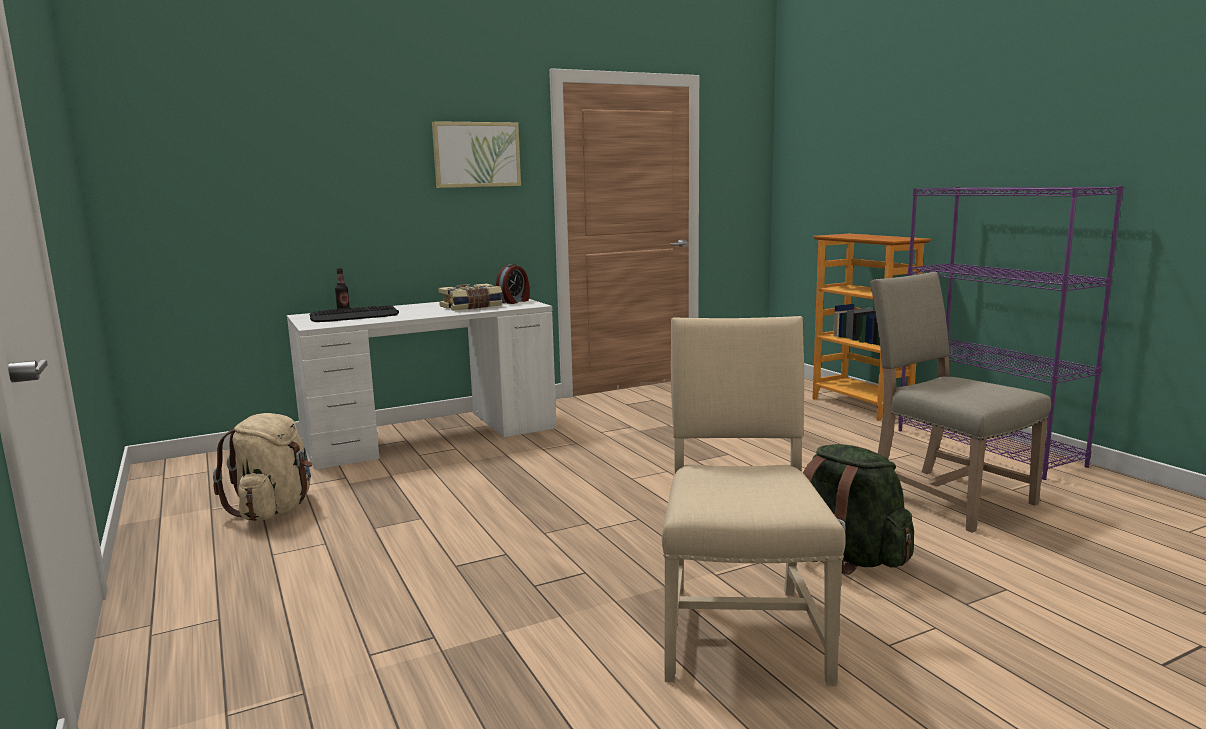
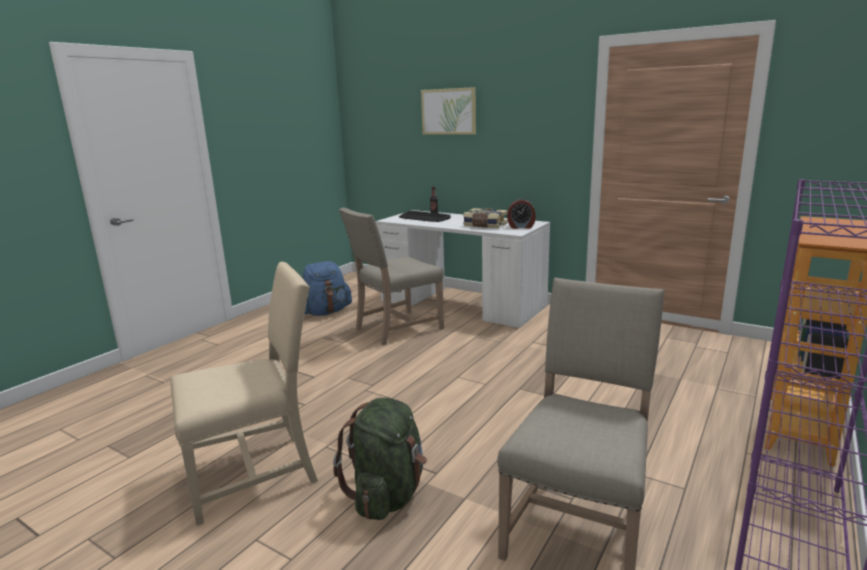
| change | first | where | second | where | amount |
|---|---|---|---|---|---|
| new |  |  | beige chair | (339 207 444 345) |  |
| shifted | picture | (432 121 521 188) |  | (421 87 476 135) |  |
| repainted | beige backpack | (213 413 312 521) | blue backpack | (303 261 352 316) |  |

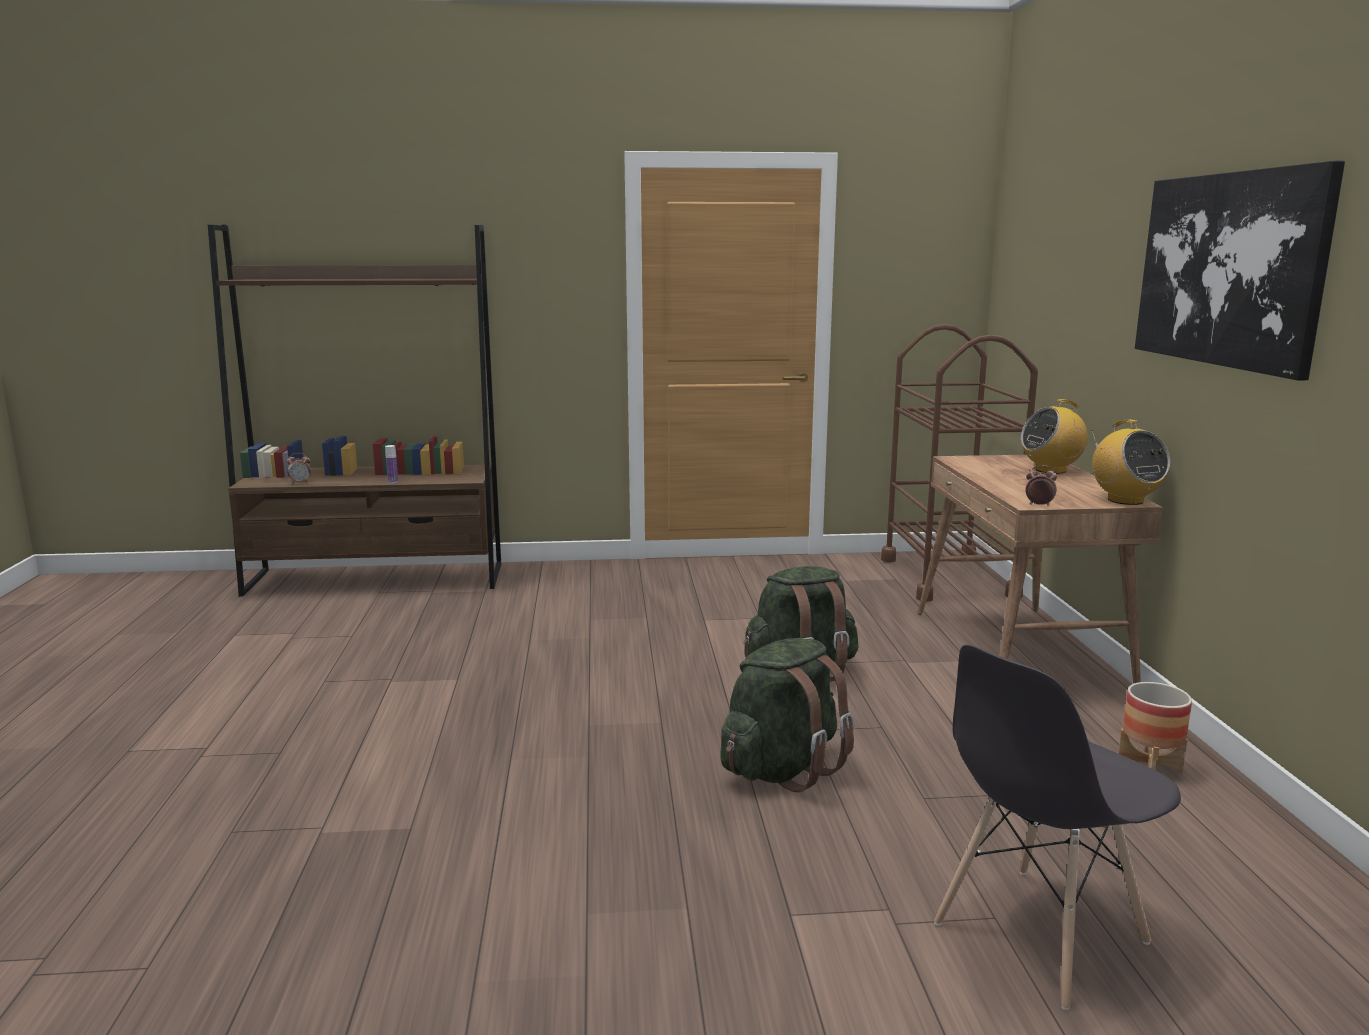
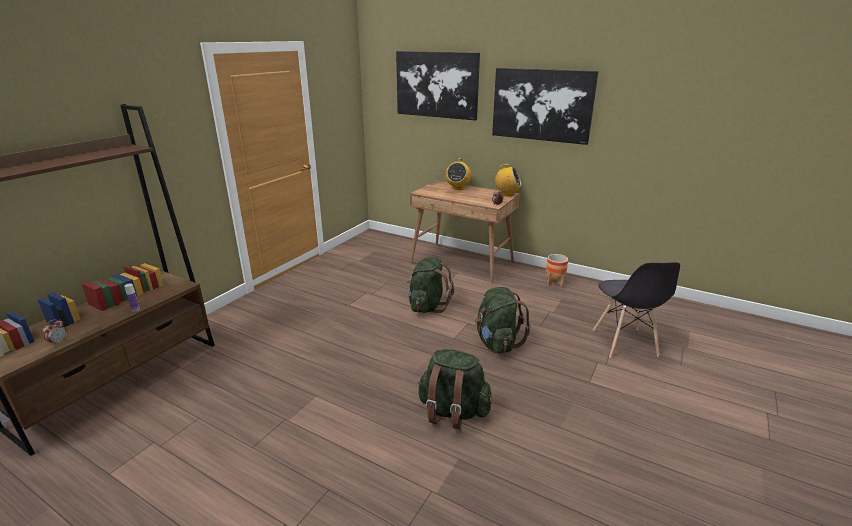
| change | first | where | second | where | amount |
|---|---|---|---|---|---|
| gone | brown cart | (881 324 1038 602) |  |  |  |
| new |  |  | picture | (396 51 480 120) |  |
| new |  |  | green backpack | (418 349 492 429) |  |

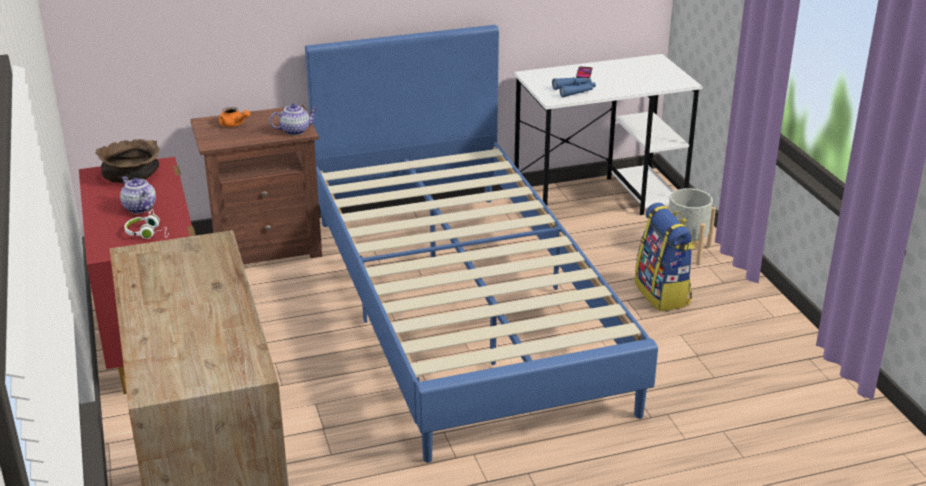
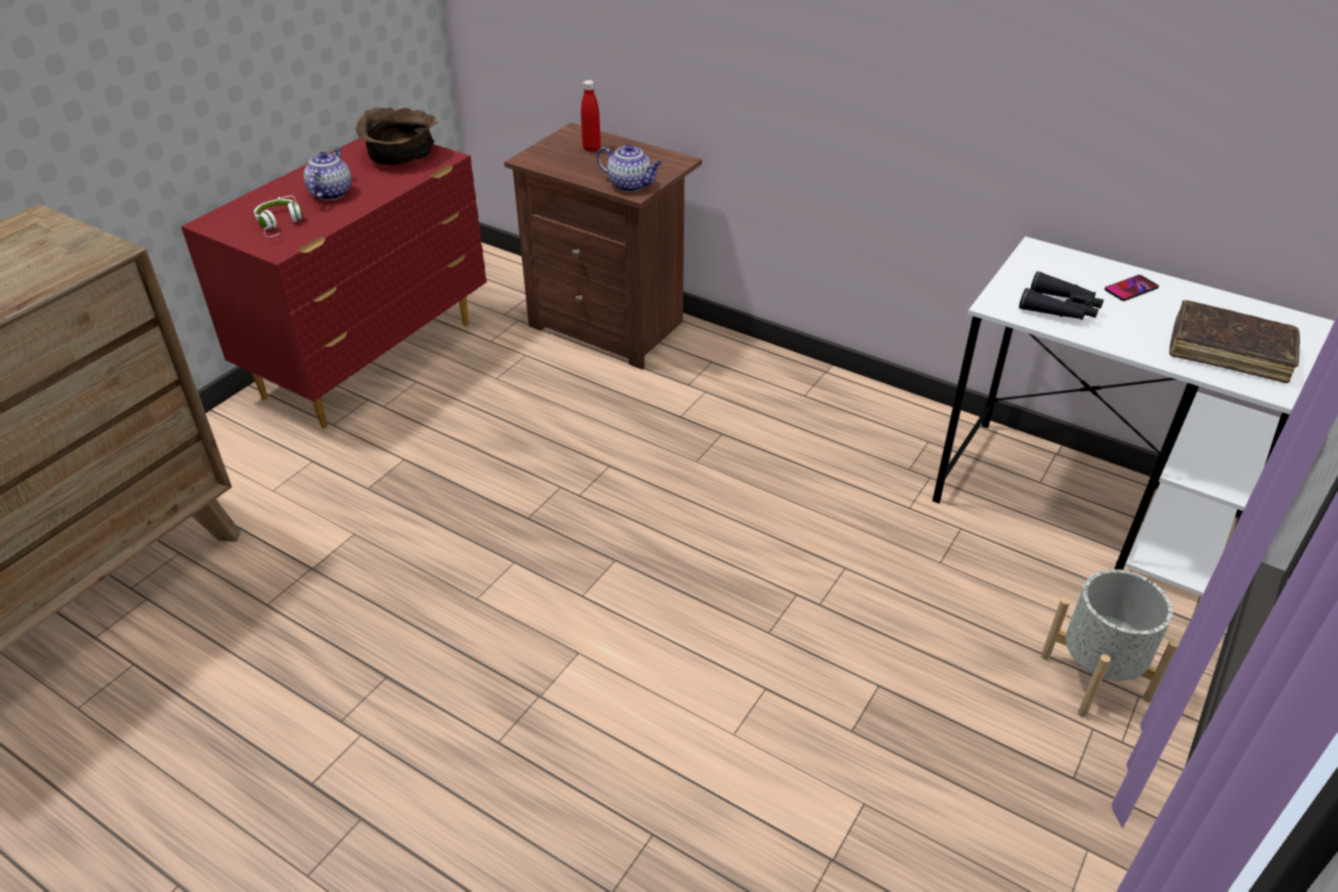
| change | first | where | second | where | amount |
|---|---|---|---|---|---|
| gone | blue bed | (305 25 658 463) |  |  |  |
| gone | backpack | (635 203 695 311) |  |  |  |
| new |  |  | brown book | (1169 300 1300 383) |  |
| swapped | orange teapot | (219 107 250 127) | red bottle | (581 80 601 152) |  |
| repainted | blue binoculars | (552 77 596 97) | black binoculars | (1019 271 1104 320) |  |

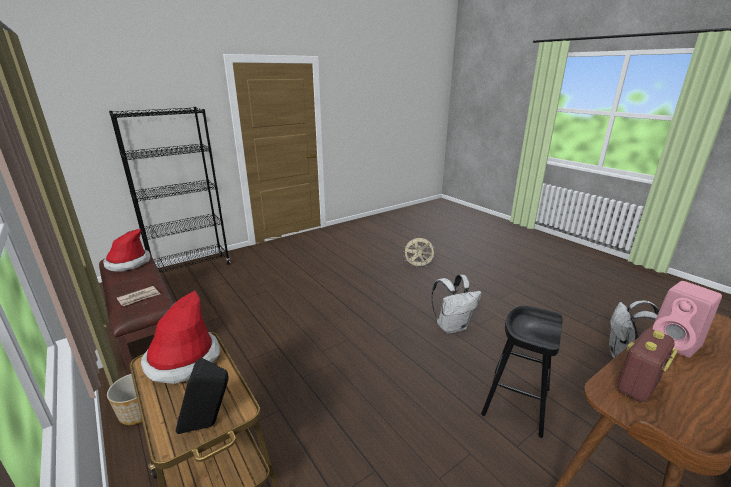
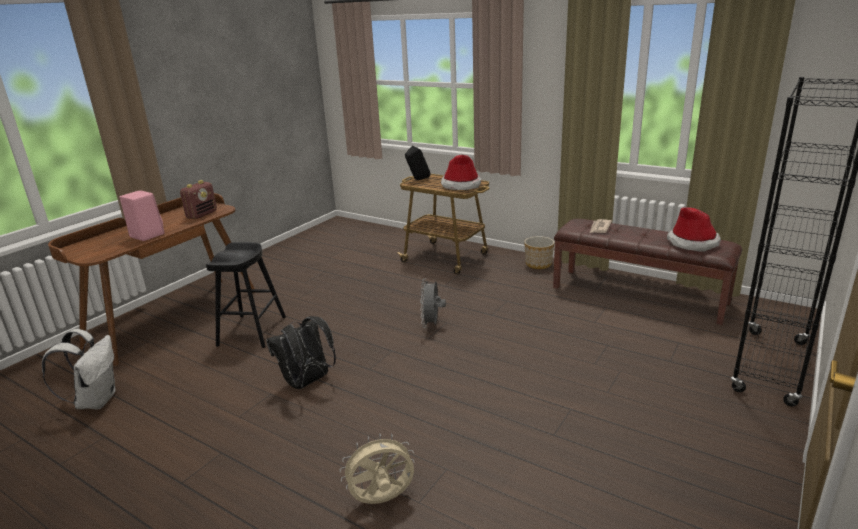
| change | first | where | second | where | amount |
|---|---|---|---|---|---|
| new |  |  | grey fan | (420 278 446 328) |  |
| repainted | white backpack | (431 275 481 334) | black backpack | (266 316 336 389) |  |

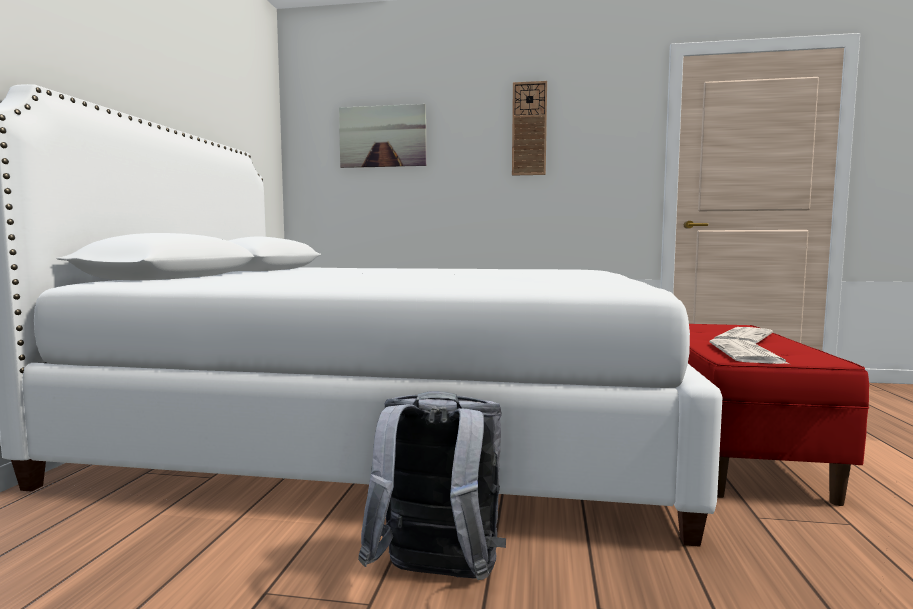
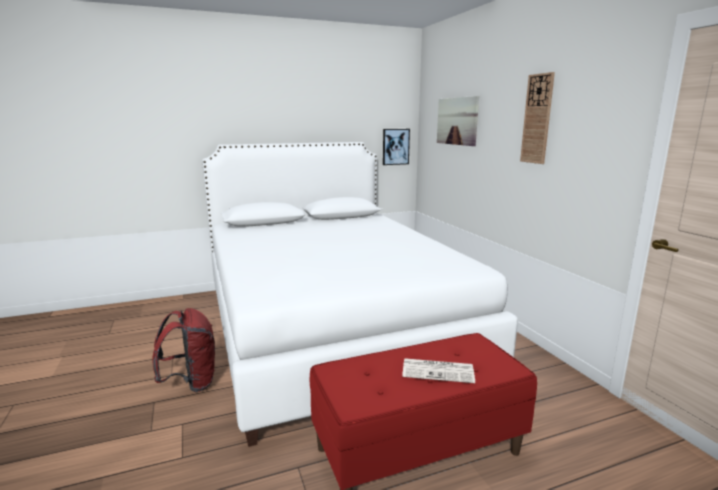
| change | first | where | second | where | amount |
|---|---|---|---|---|---|
| gone | newspaper | (710 339 789 364) |  |  |  |
| new |  |  | picture | (383 129 410 165) |  |
| repainted | grey backpack | (358 391 506 580) | red backpack | (152 308 216 392) |  |

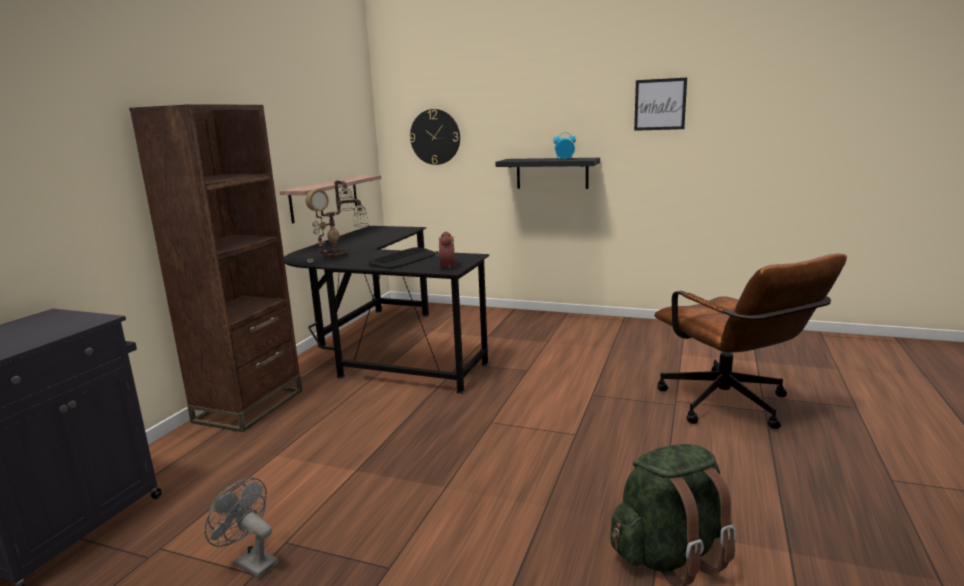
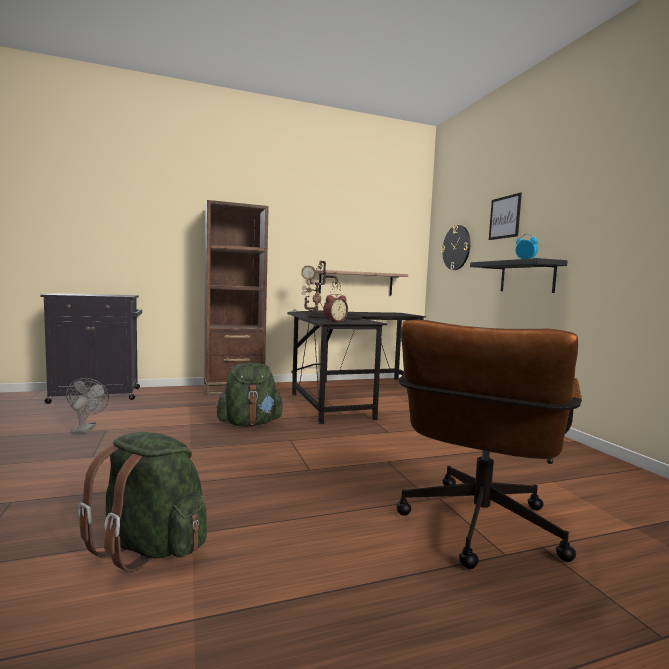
| change | first | where | second | where | amount |
|---|---|---|---|---|---|
| new |  |  | green backpack | (217 363 284 427) |  |
| shifted | picture | (634 78 687 131) |  | (489 193 522 240) |  |

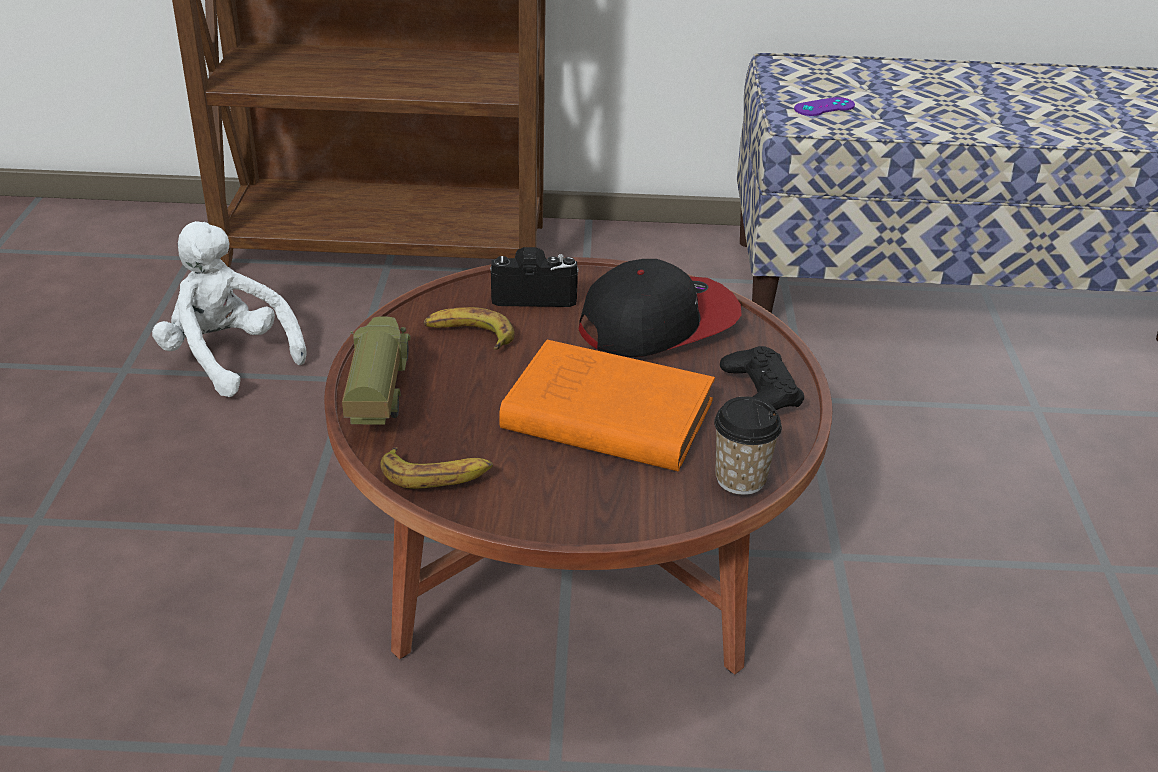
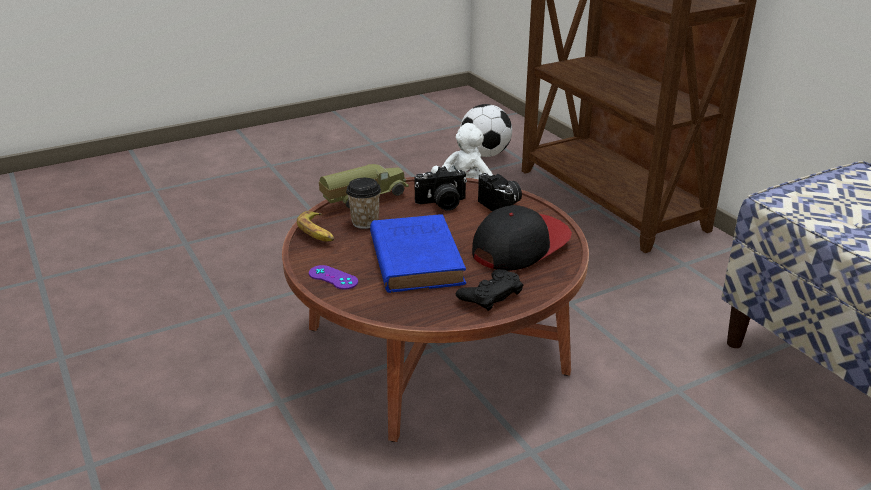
| change | first | where | second | where | amount |
|---|---|---|---|---|---|
| new |  |  | football | (460 104 512 157) |  |
| shifted | cup | (714 396 782 495) |  | (346 178 381 229) |  |
| shifted | purple game controller | (794 97 855 116) |  | (309 265 358 290) |  |
| swapped | banana | (424 307 515 350) | photo camera | (414 166 467 211) |  |
| repainted | orange book | (499 340 715 472) | blue book | (370 214 466 293) |  |
| rotated | cap | (579 259 741 357) |  | (472 205 572 271) | 75 degrees counterclockwise |

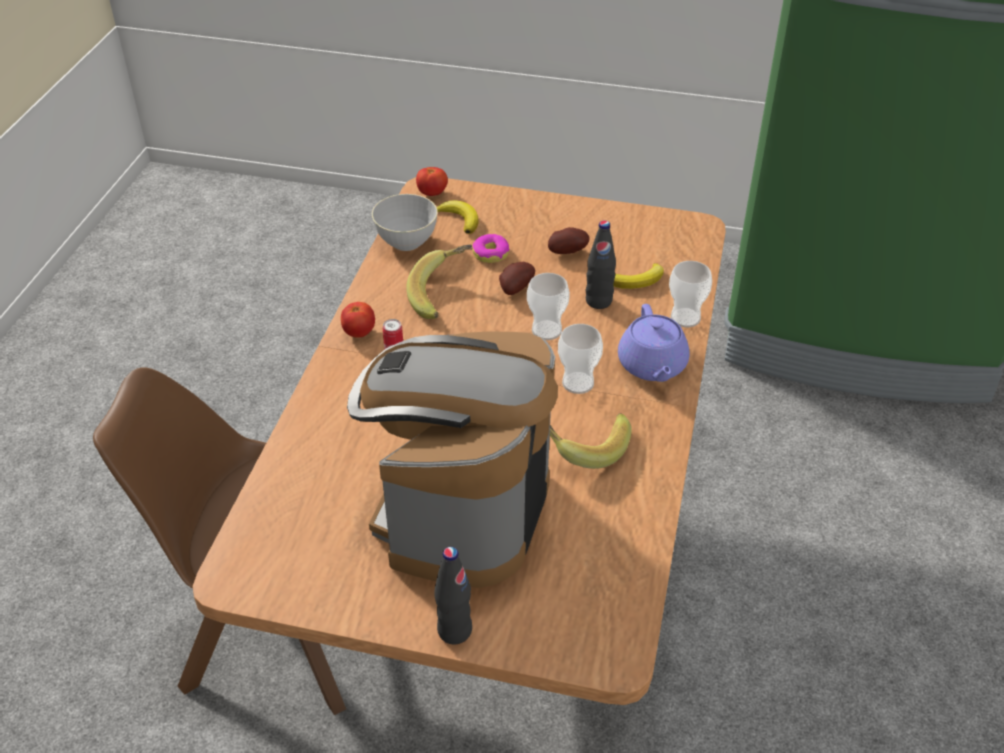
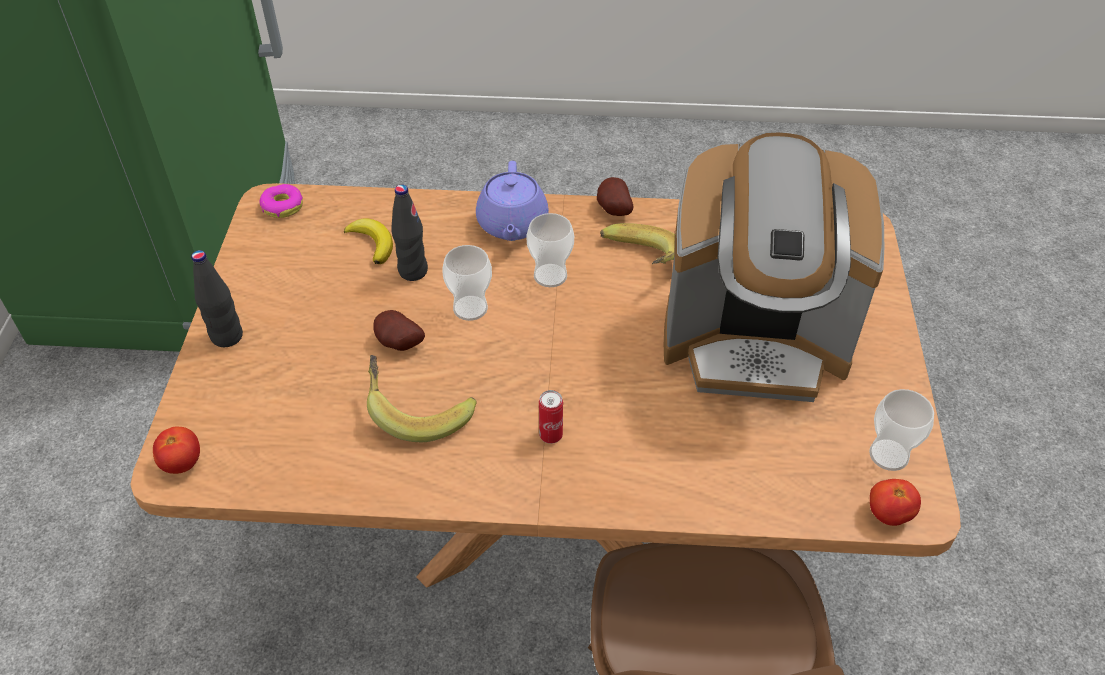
| change | first | where | second | where | amount |
|---|---|---|---|---|---|
| gone | grey bowl | (372 194 438 251) |  |  |  |
| gone | banana | (437 200 479 234) |  |  |  |
| shifted | tomato | (341 302 375 338) |  | (870 479 921 526) |  |
| shifted | black bottle | (434 547 472 644) |  | (191 250 243 347) |  |
| shifted | donut | (472 234 509 263) |  | (259 184 303 218) |  |
| shifted | potato | (548 227 590 254) |  | (597 177 633 216) |  |
| shifted | cup | (669 261 712 327) |  | (869 389 934 471) |  |
| rotated | purple teapot | (618 304 690 382) |  | (476 161 549 241) | 105 degrees clockwise |

